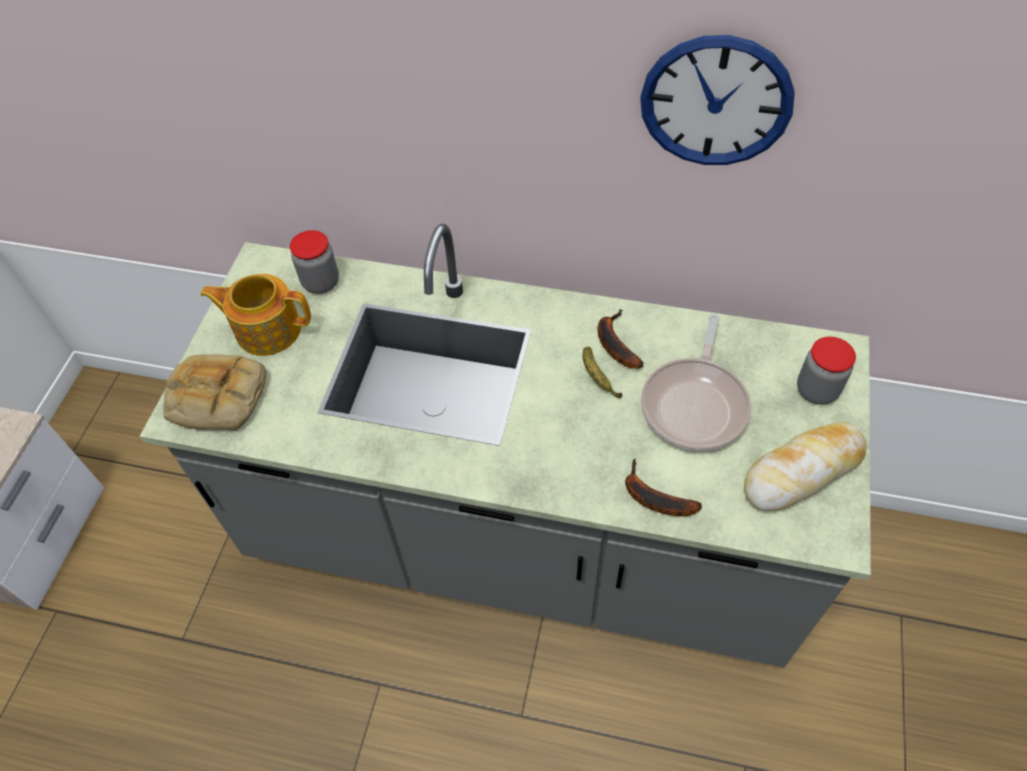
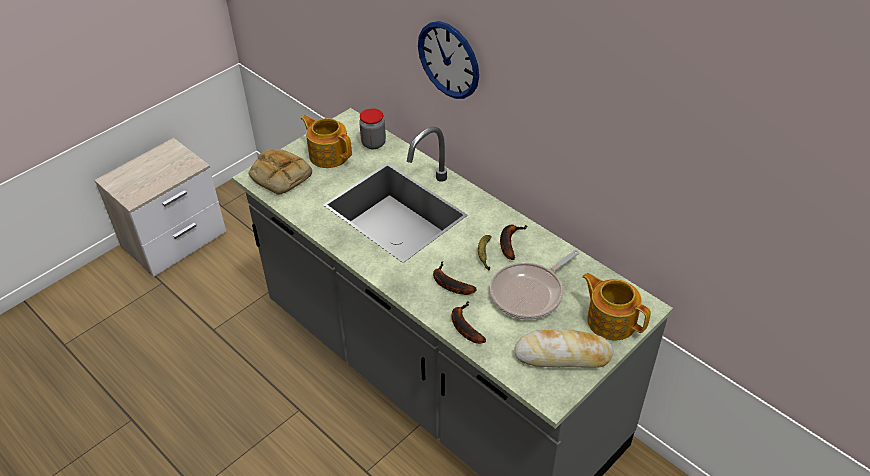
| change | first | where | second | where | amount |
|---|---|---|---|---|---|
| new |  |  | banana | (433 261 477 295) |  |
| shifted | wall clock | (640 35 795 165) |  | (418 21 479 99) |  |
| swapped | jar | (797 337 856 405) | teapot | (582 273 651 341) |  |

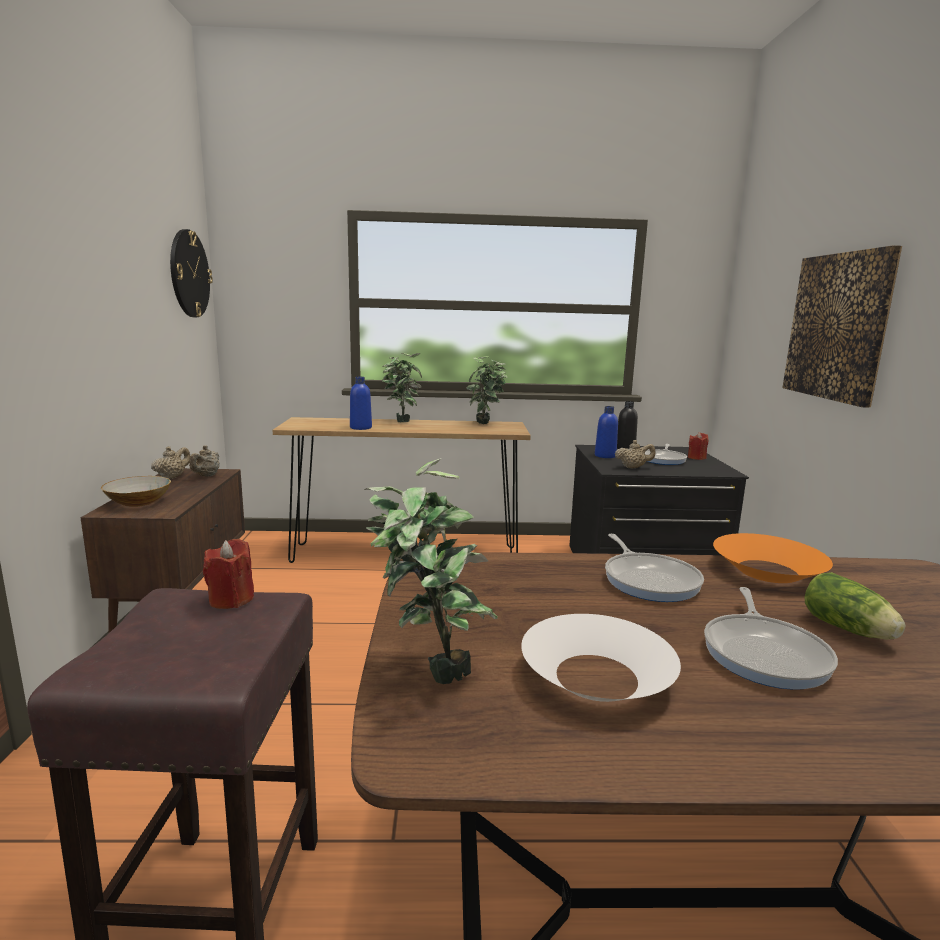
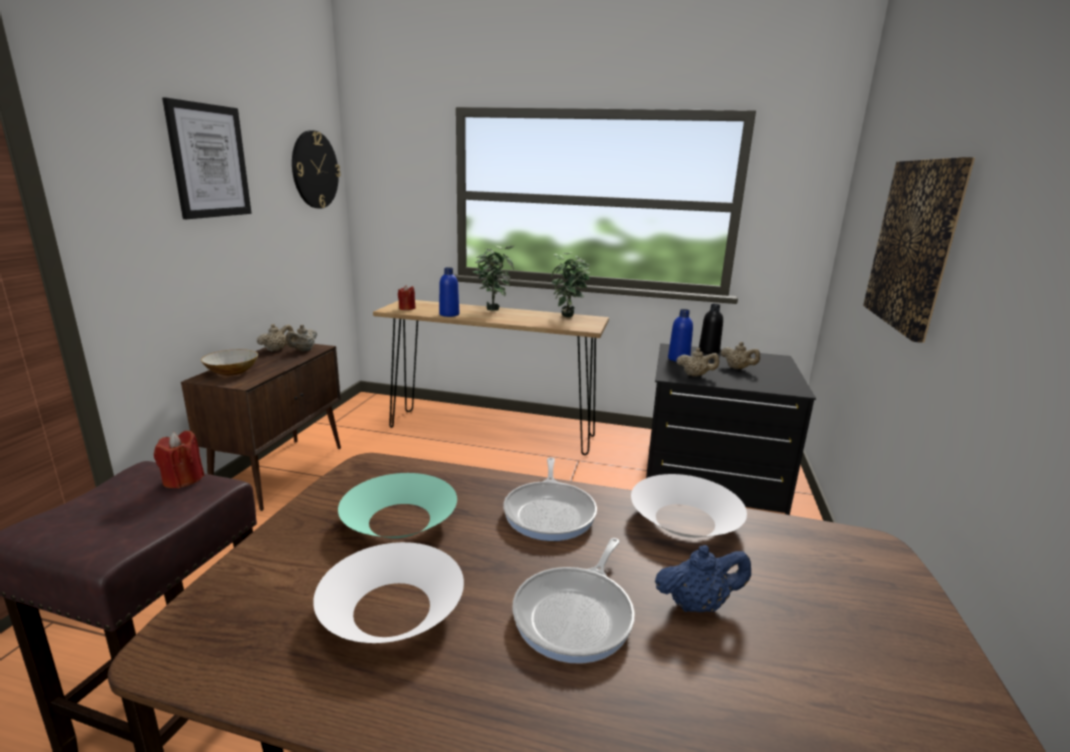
| change | first | where | second | where | amount |
|---|---|---|---|---|---|
| gone | potted plant | (364 458 498 684) |  |  |  |
| new |  |  | picture | (162 97 252 219) |  |
| new |  |  | turquoise bowl | (338 473 457 538) |  |
| shifted | red candle | (688 432 709 460) |  | (398 285 416 310) |  |
| swapped | frying pan | (645 444 687 465) | beige teapot | (720 342 760 369) |  |
| swapped | lettuce | (805 572 906 640) | blue teapot | (655 545 751 612) |  |
| repainted | orange bowl | (713 533 833 583) | white bowl | (631 474 747 538) |  |

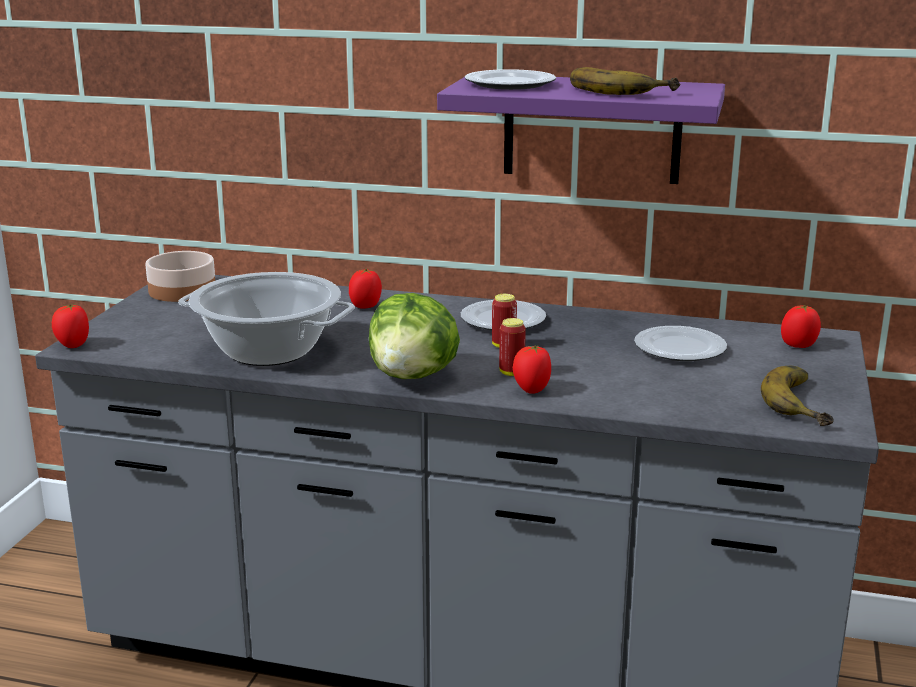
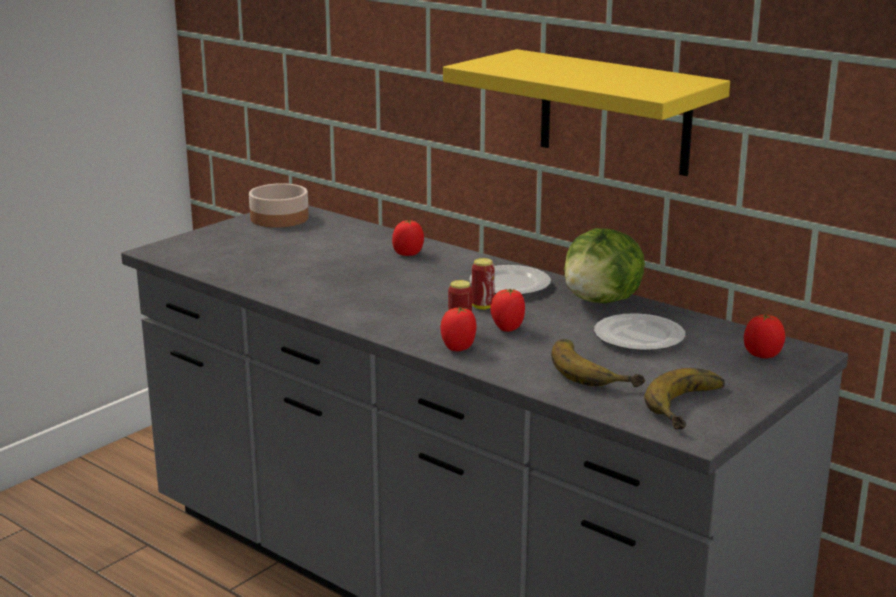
| change | first | where | second | where | amount |
|---|---|---|---|---|---|
| gone | cooking pot | (178 272 355 366) |  |  |  |
| gone | plate | (465 69 556 90) |  |  |  |
| shifted | tomato | (52 304 89 348) |  | (490 289 525 332) |  |
| shifted | lettuce | (369 293 460 379) |  | (564 228 645 303) |  |
| shifted | banana | (570 67 681 95) |  | (551 339 645 387) |  |
| repainted | purple shelf | (437 77 725 184) | yellow shelf | (443 49 730 176) |  |

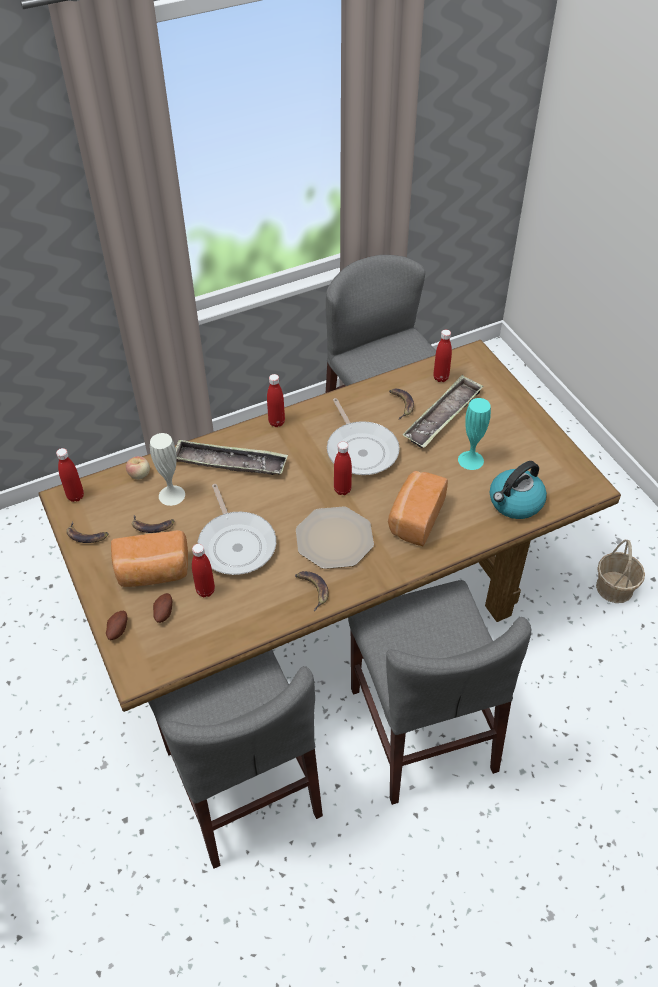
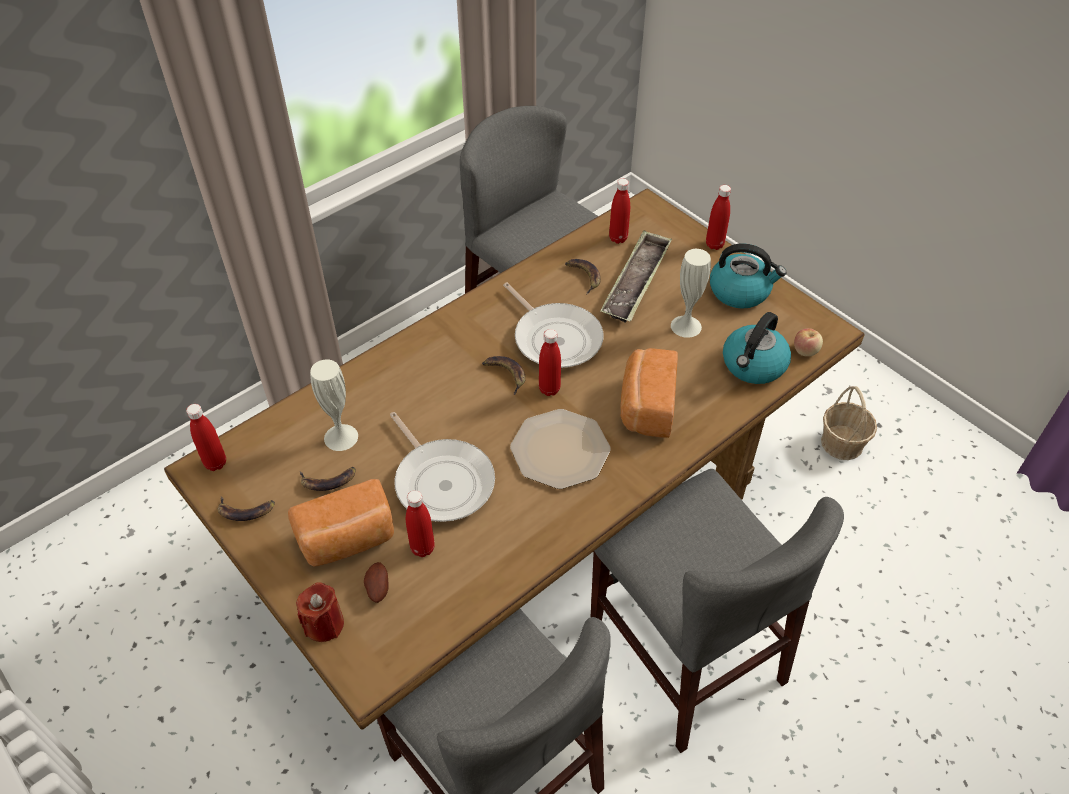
| change | first | where | second | where | amount |
|---|---|---|---|---|---|
| gone | tray | (175 440 288 475) |  |  |  |
| new |  |  | kettle | (710 244 786 309) |  |
| shifted | apple | (126 456 150 480) |  | (794 328 823 357) |  |
| shifted | red bottle | (267 374 285 427) |  | (706 185 731 250) |  |
| shifted | banana | (295 571 329 611) |  | (482 356 526 395) |  |
| swapped | potato | (106 611 127 640) | red candle | (296 582 344 642) |  |
| repainted | turquoise vase | (458 398 491 470) | white vase | (671 249 711 338) |  |

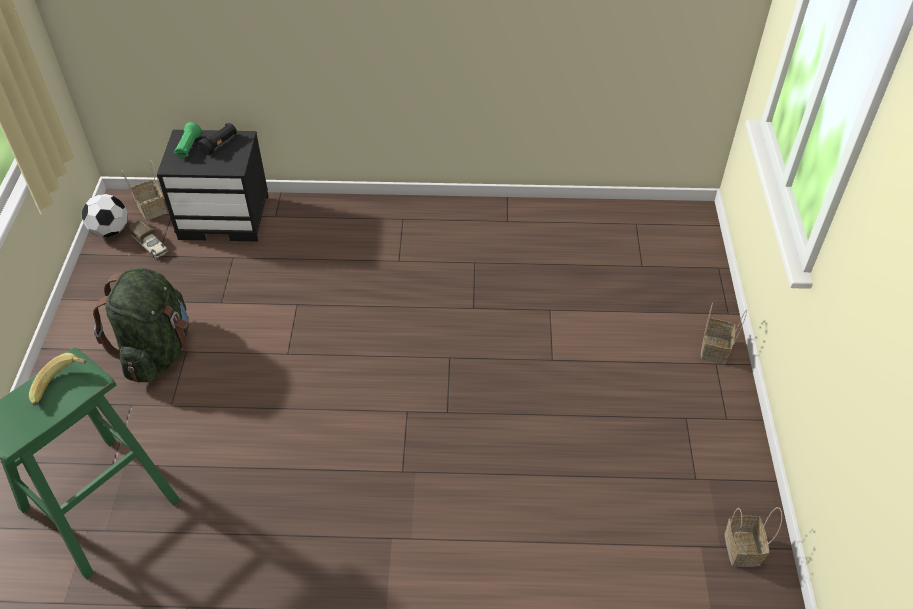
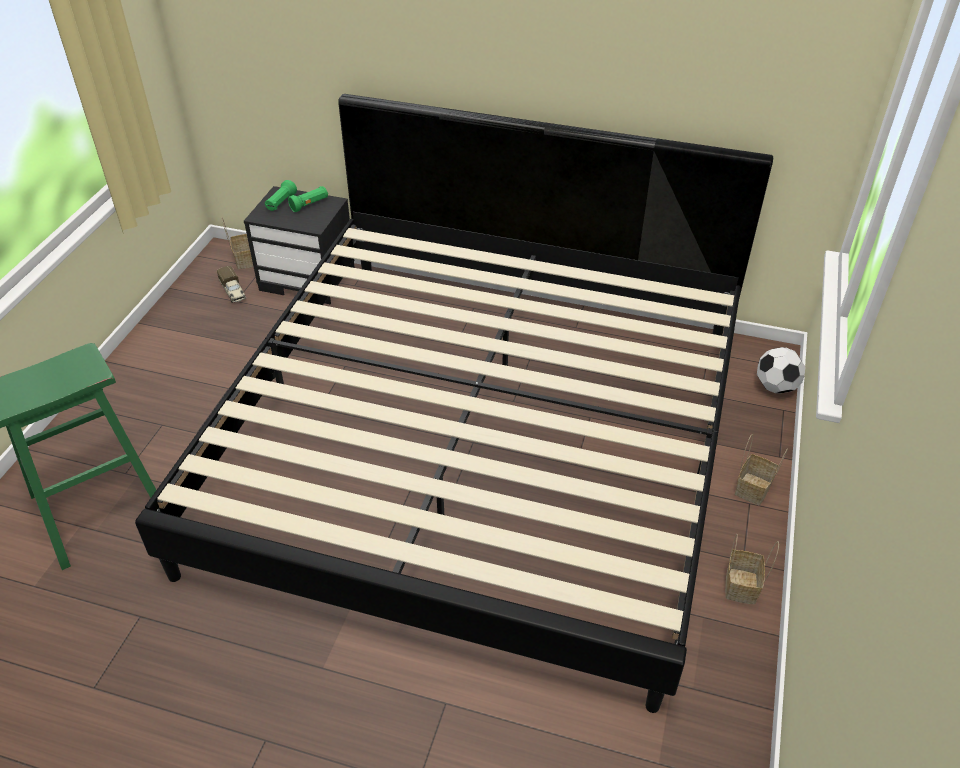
| change | first | where | second | where | amount |
|---|---|---|---|---|---|
| gone | banana | (29 353 87 406) |  |  |  |
| gone | green backpack | (93 268 189 382) |  |  |  |
| new |  |  | bed | (135 94 773 713) |  |
| shifted | football | (82 194 128 238) |  | (757 347 805 394) |  |
| shifted | basket | (724 507 782 567) |  | (725 534 779 604) |  |
| repainted | black flashlight | (198 123 237 156) | green flashlight | (288 186 328 212) |  |

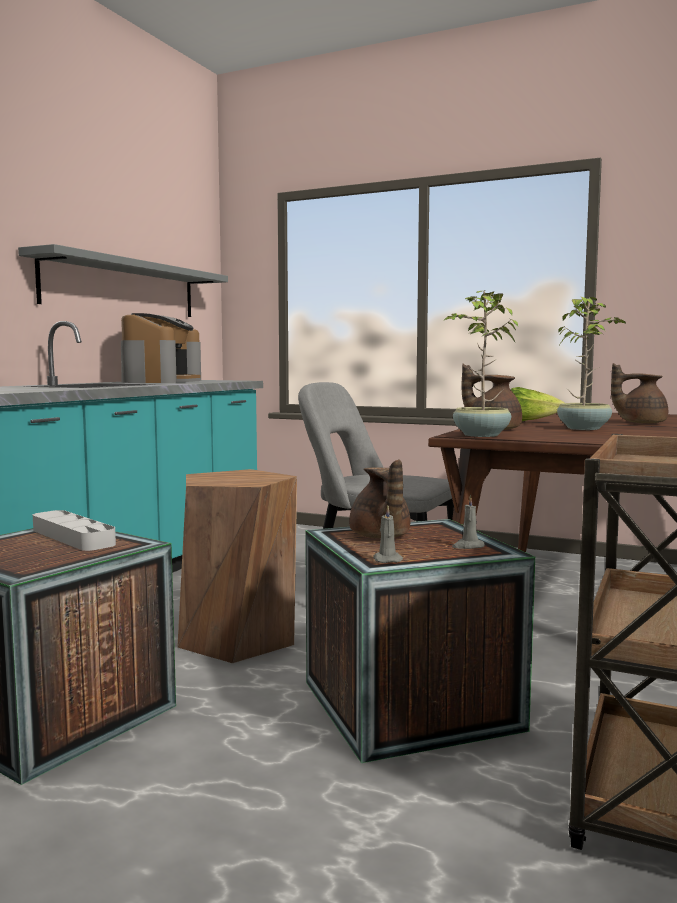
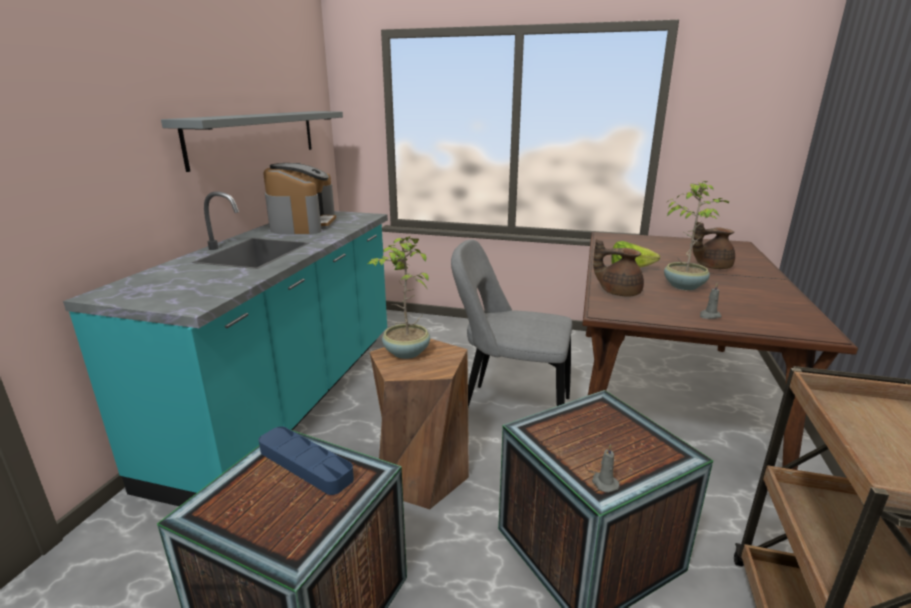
| change | first | where | second | where | amount |
|---|---|---|---|---|---|
| gone | brown teapot | (349 459 411 538) |  |  |  |
| shifted | potted plant | (444 290 518 437) |  | (368 236 430 359) |  |
| shifted | grey candle | (452 495 485 549) |  | (700 283 722 319) |  |
| repainted | grey tray | (33 510 116 551) | blue tray | (259 426 354 495) |  |

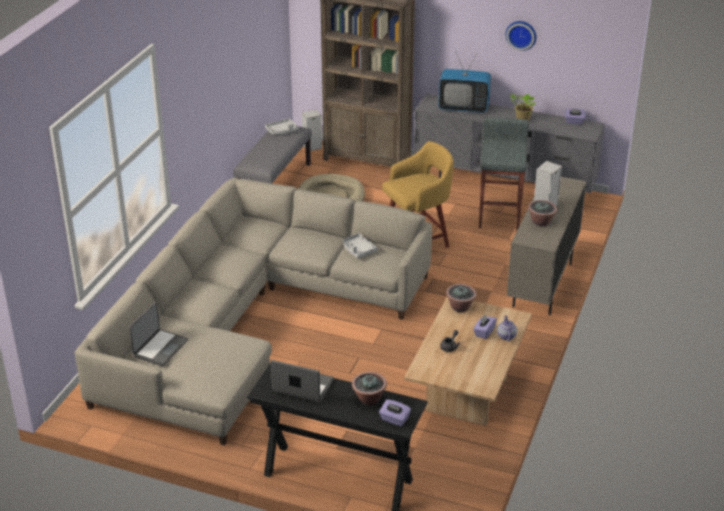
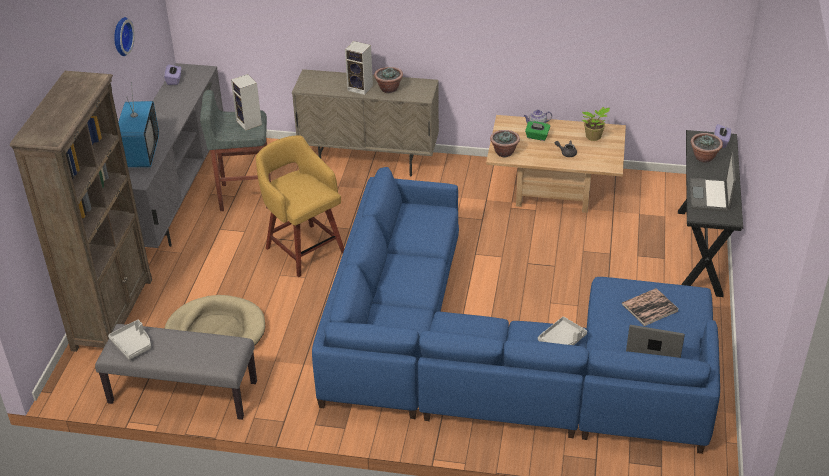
| change | first | where | second | where | amount |
|---|---|---|---|---|---|
| new |  |  | book | (622 288 679 326) |  |
| shifted | speaker | (302 109 322 151) |  | (231 74 262 131) |  |
| shifted | grey tray | (343 233 378 259) |  | (538 316 587 345) |  |
| shifted | potted plant | (510 93 535 120) |  | (582 107 610 141) |  |
| repainted | beige sofa | (74 178 432 446) | blue sofa | (312 167 720 454) |  |
| repainted | purple tissue box | (473 314 497 339) | green tissue box | (525 121 550 141) |  |

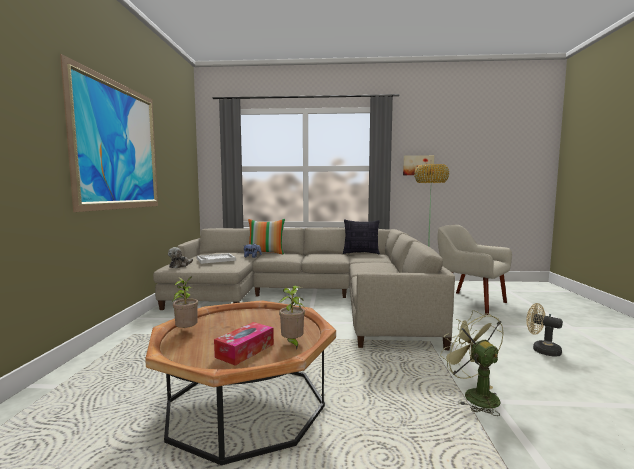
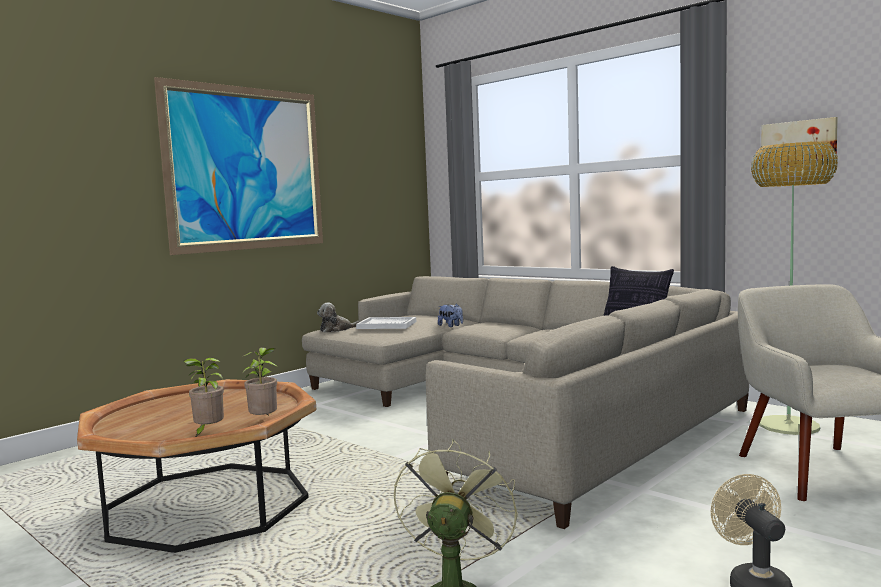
| change | first | where | second | where | amount |
|---|---|---|---|---|---|
| gone | tissue box | (214 322 274 366) |  |  |  |
| gone | pillow | (248 219 285 254) |  |  |  |
| shifted | potted plant | (172 277 198 328) |  | (242 348 278 416) |  |

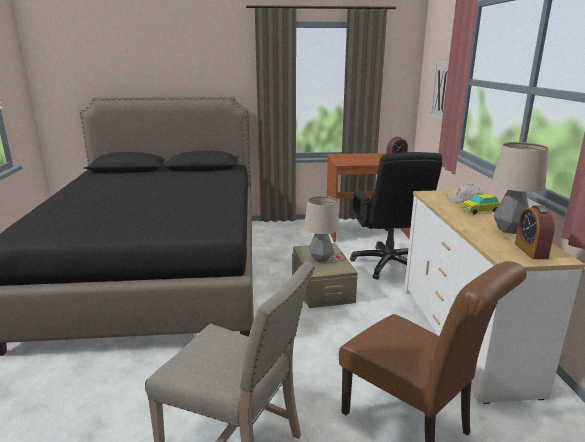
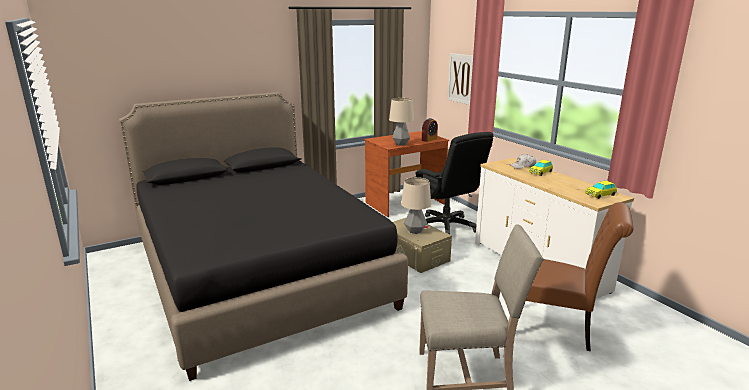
| change | first | where | second | where | amount |
|---|---|---|---|---|---|
| shifted | table lamp | (492 142 549 234) |  | (389 98 414 145) |  |
| swapped | alarm clock | (515 206 555 259) | toy car | (585 181 617 199) |  |

